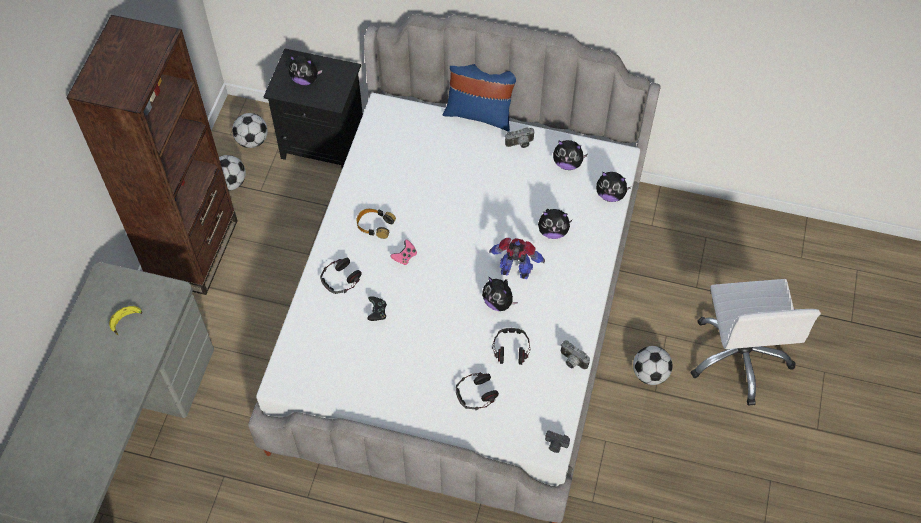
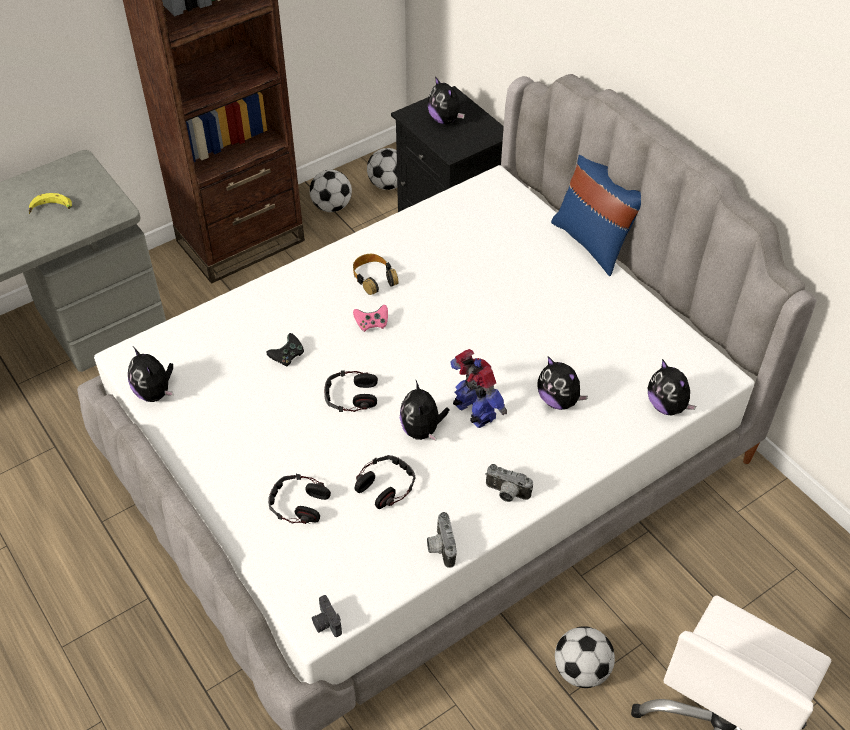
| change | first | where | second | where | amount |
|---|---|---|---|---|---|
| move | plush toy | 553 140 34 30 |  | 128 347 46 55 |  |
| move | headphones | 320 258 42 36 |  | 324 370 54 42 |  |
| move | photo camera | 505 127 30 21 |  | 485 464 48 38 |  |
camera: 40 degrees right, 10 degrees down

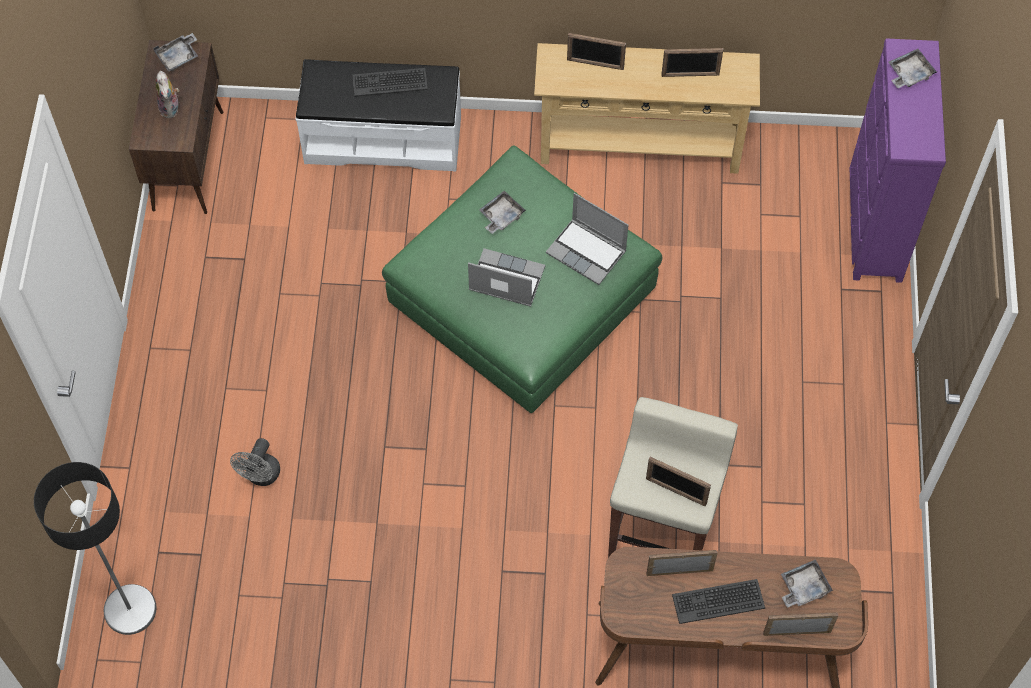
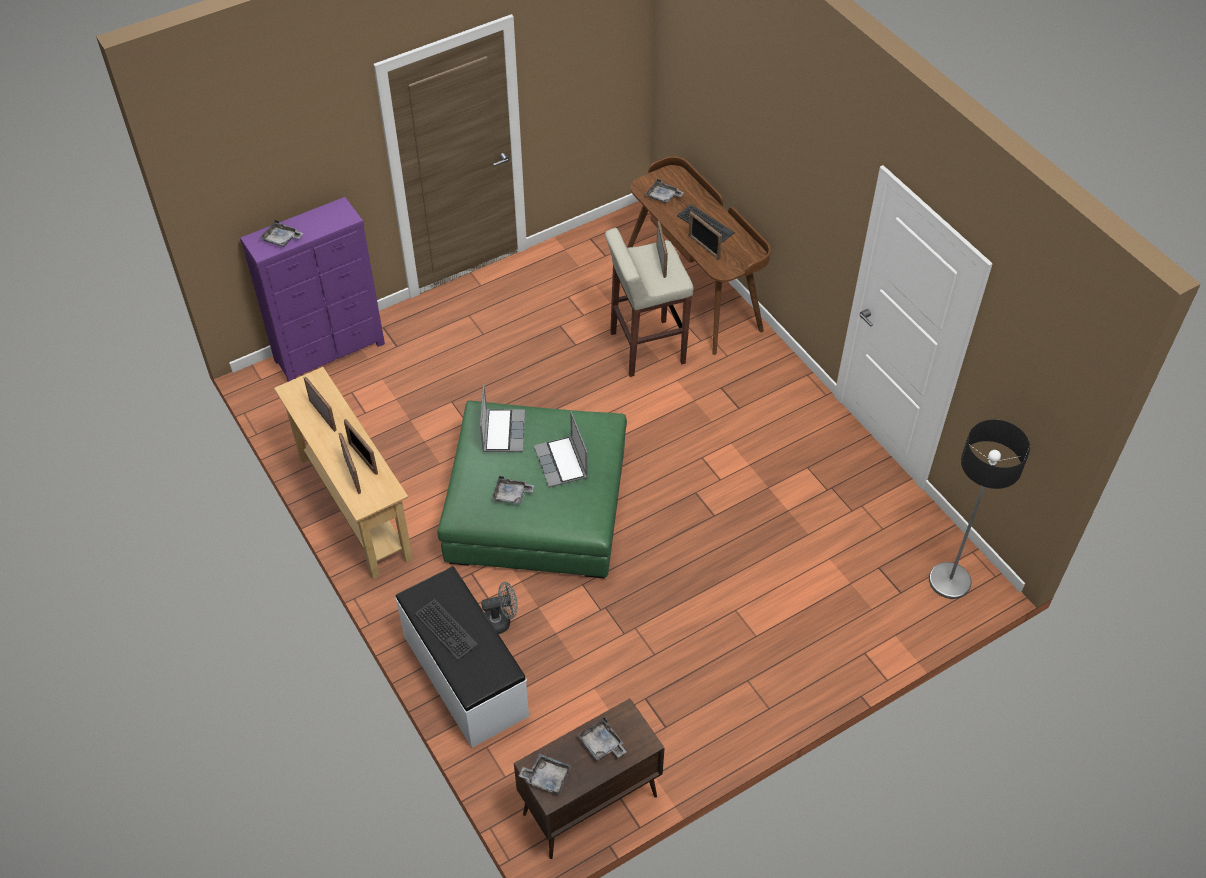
| change | first | where | second | where | amount |
|---|---|---|---|---|---|
| move | photo frame | 763 612 75 24 |  | 344 419 34 56 |  |
| move | electric fan (greyish) | 230 438 50 48 |  | 481 582 37 52 |  |
| replace | plush toy | 156 71 23 47 | tray (greyish) | 577 717 49 43 |  |
camera: 125 degrees left, 10 degrees down

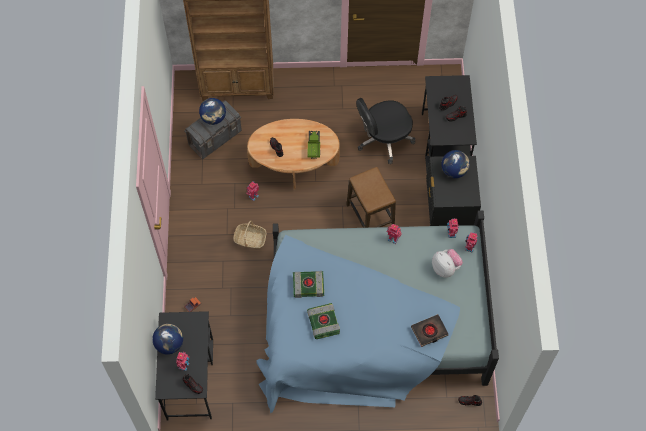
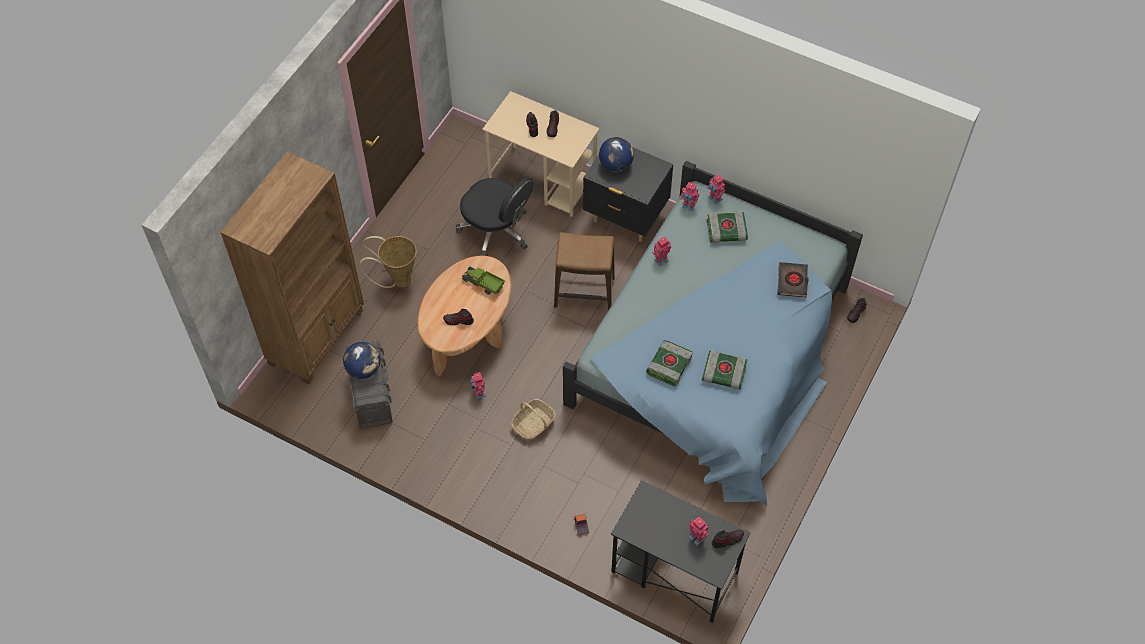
| change | first | where | second | where | amount |
|---|---|---|---|---|---|
| insert |  |  | household basket | 359 236 58 52 |  |
| rotate | office chair (black) | 356 98 60 66 |  | 456 176 77 80 | 60 degrees counterclockwise |
| recolor | desk (black) | 422 75 55 97 | desk (beige) | 482 91 118 126 |  |
| replace | plush toy | 432 249 31 29 | bound book | 707 211 41 32 |  |
| delete | world globe | 152 324 31 30 |  |  |  |
camera: 60 degrees left, 5 degrees down

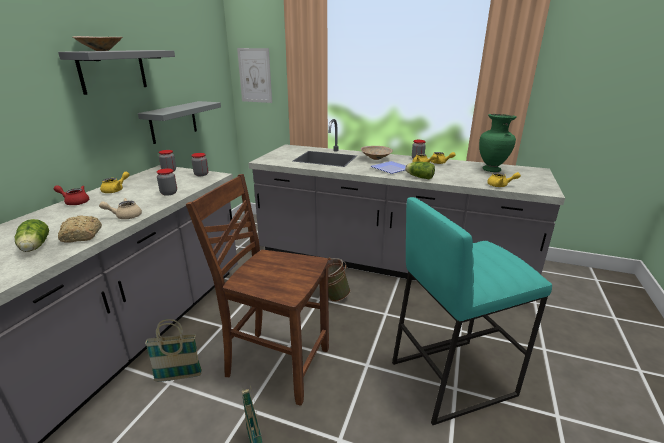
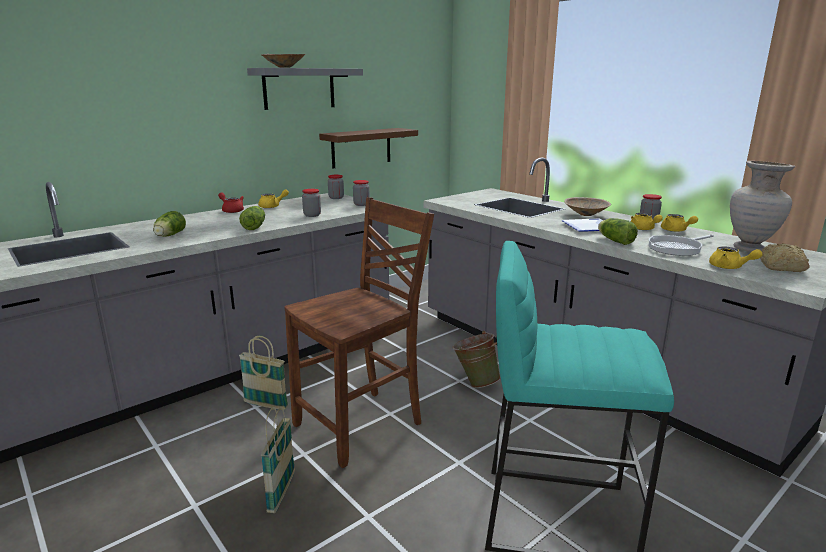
| change | first | where | second | where | amount |
|---|---|---|---|---|---|
| replace | teapot (beige) | 99 198 43 21 | lettuce | 239 206 26 24 |  |
| rotate | upright chair (brown) | 186 174 143 232 |  | 284 197 150 271 | 90 degrees clockwise |
| recolor | shelf (greyish) | 138 101 83 43 | shelf (brown) | 319 128 99 41 |  |
| insert |  |  | skillet | 649 234 65 22 |  |
| recolor | flower vase (green) | 479 114 38 58 | flower vase (beige) | 730 161 66 91 |  |
| move | baked bread | 58 216 44 27 |  | 760 243 50 29 |  |
| delete | wall picture | 237 48 35 55 |  |  |  |
camera: 30 degrees right, 5 degrees down

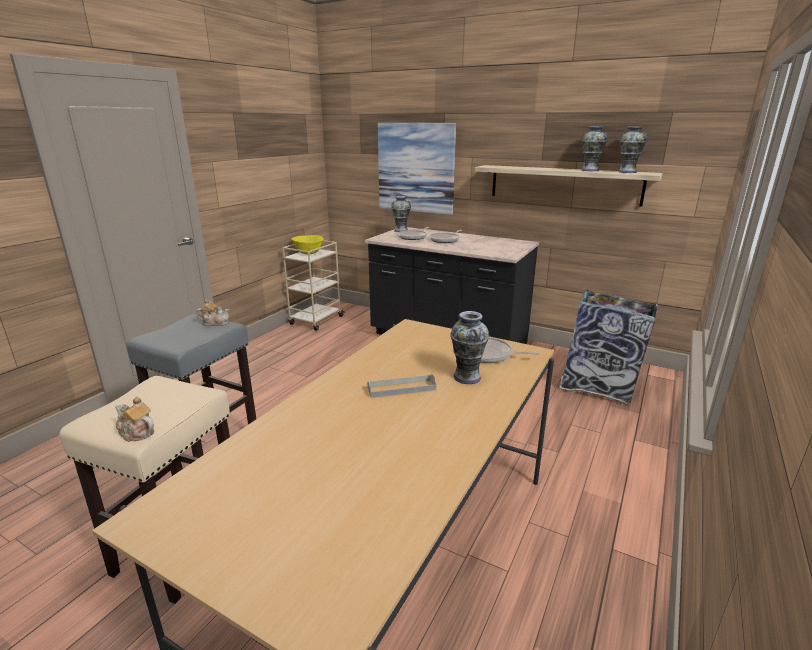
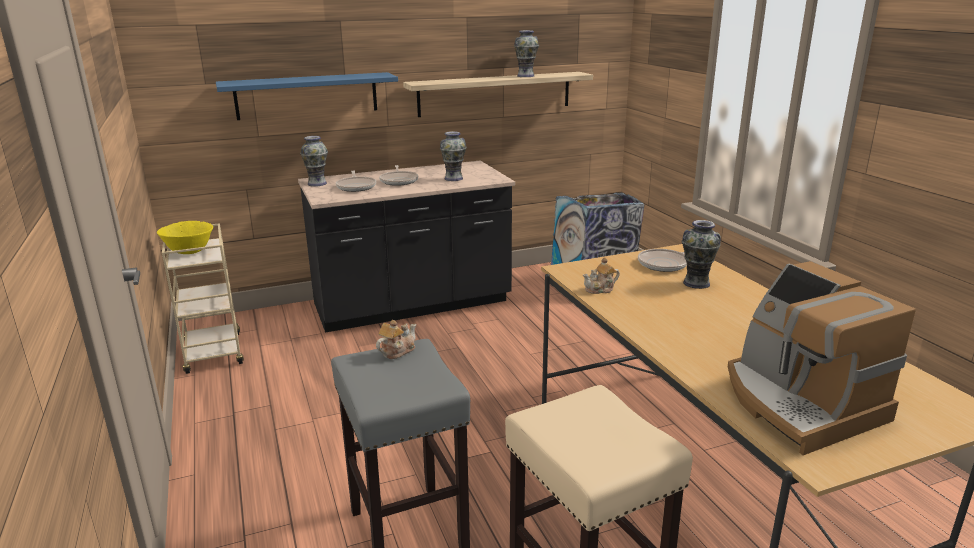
| change | first | where | second | where | amount |
|---|---|---|---|---|---|
| replace | wall picture | 378 123 78 92 | shelf (bluish) | 216 72 182 48 |  |
| move | flower vase | 618 127 29 46 |  | 440 131 27 50 |  |
| move | teapot | 115 397 39 45 |  | 583 257 37 37 |  |
| insert |  |  | coffee brewer | 728 261 188 194 |  |
| delete | tray (greyish) | 367 374 69 24 |  |  |  |
camera: 50 degrees left, 0 degrees up

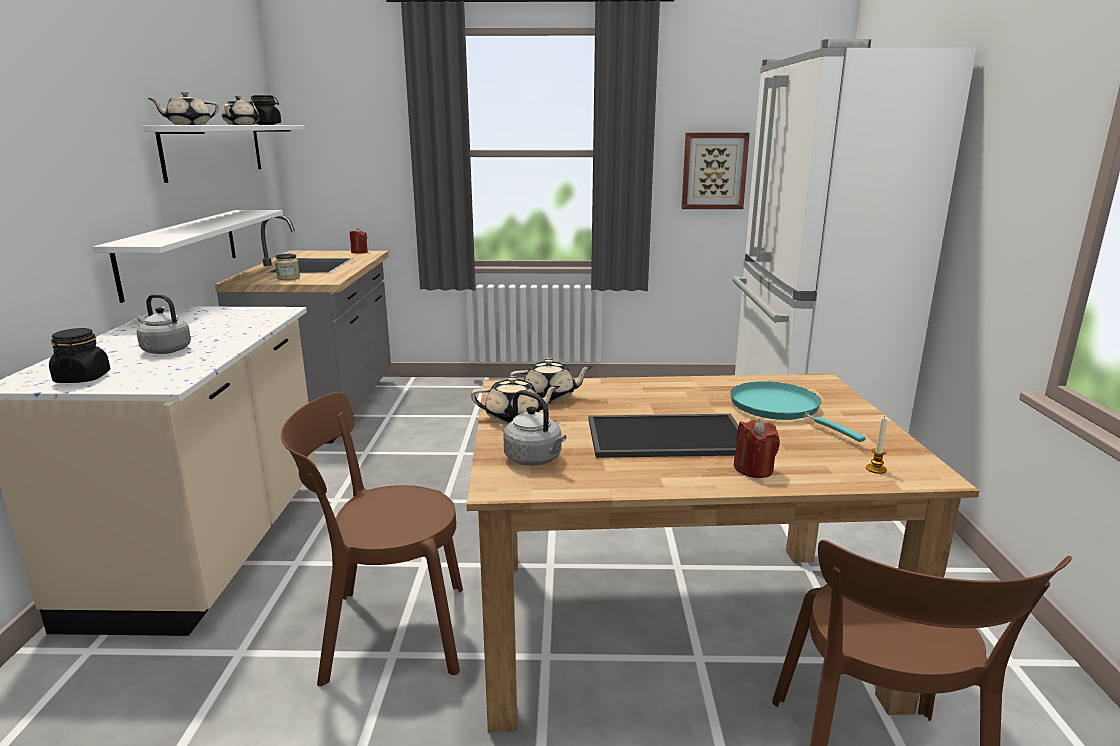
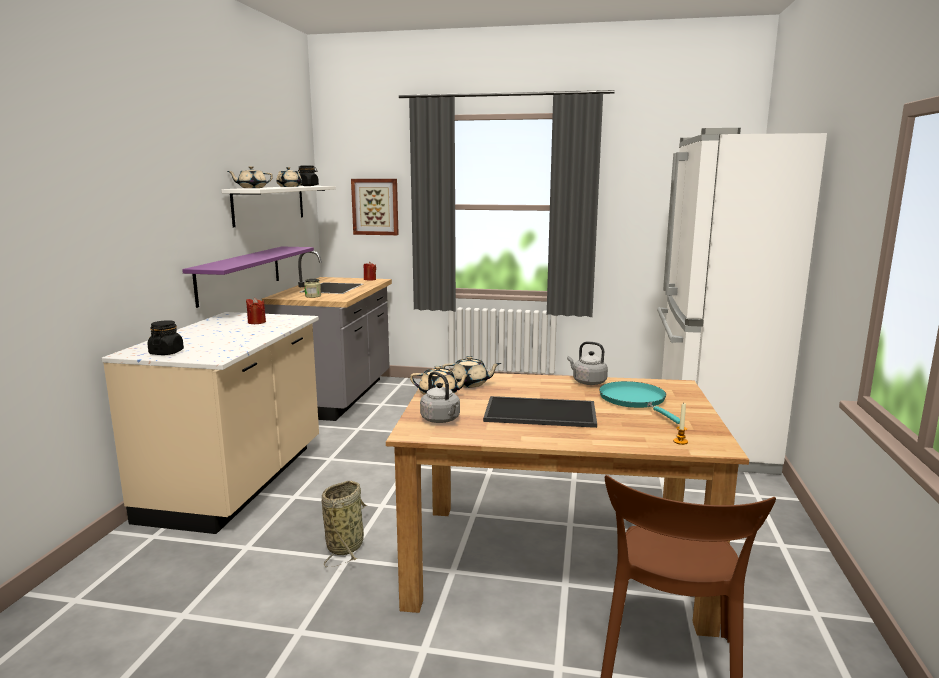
| change | first | where | second | where | amount |
|---|---|---|---|---|---|
| recolor | shelf (white) | 93 210 190 93 | shelf (purple) | 182 246 132 62 |  |
| move | wax candle (red) | 734 419 46 59 |  | 246 297 20 27 |  |
| replace | upright chair (brown) | 281 392 182 294 | household basket | 321 480 46 87 |  |
| move | wall picture | 681 133 69 76 |  | 351 179 48 56 |  |
| move | water kettle (greyish) | 137 294 54 60 |  | 567 341 41 44 |  |
camera: 10 degrees right, 5 degrees down

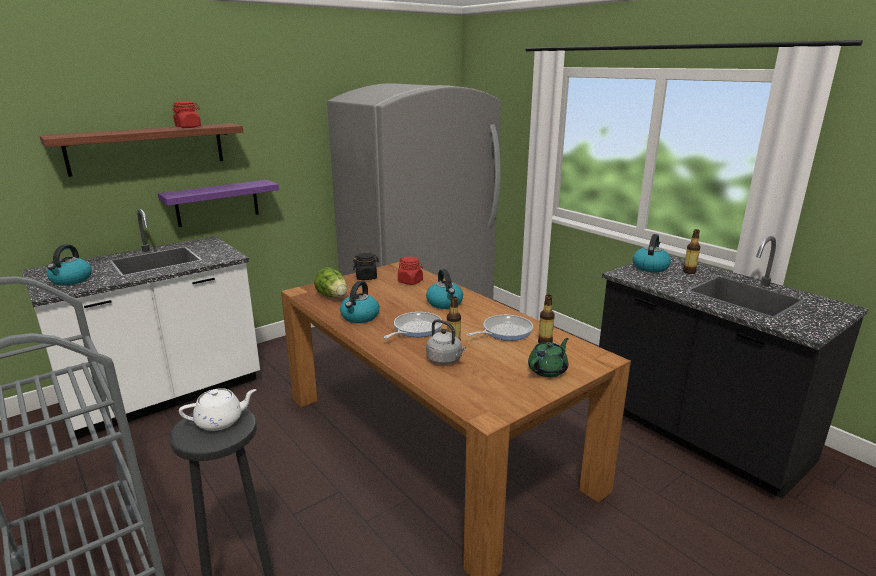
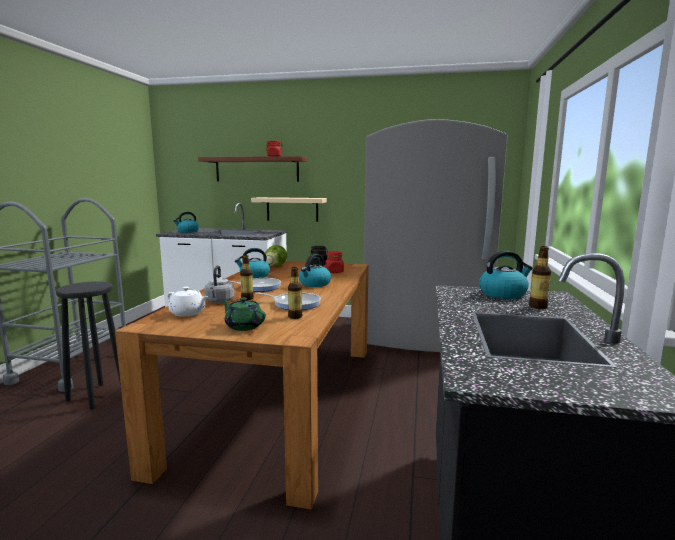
| change | first | where | second | where | amount |
|---|---|---|---|---|---|
| move | teapot (white) | 179 388 78 43 |  | 168 287 40 29 |  |
| rotate | teapot (green) | 528 338 41 39 |  | 221 298 45 33 | 150 degrees counterclockwise |
| recolor | shelf (purple) | 158 180 121 47 | shelf (beige) | 251 197 76 25 |  |
camera: 50 degrees right, 10 degrees down

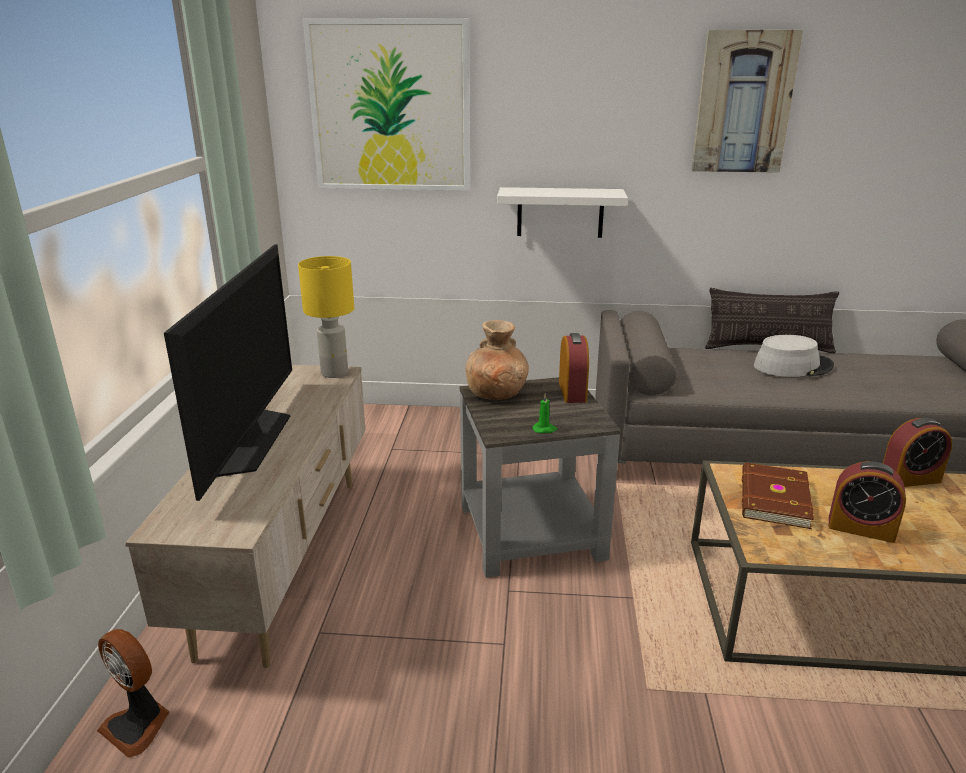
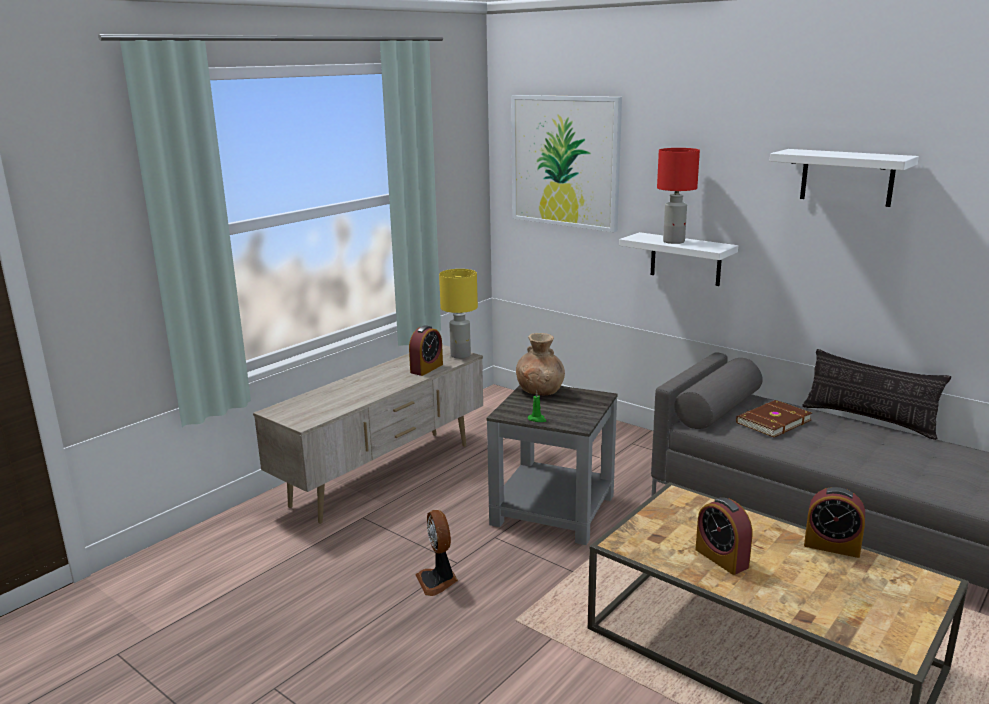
| change | first | where | second | where | amount |
|---|---|---|---|---|---|
| move | alarm clock | 559 333 30 70 |  | 409 325 34 51 |  |
| move | electric fan | 97 629 72 129 |  | 415 510 43 86 |  |
| insert |  |  | tabletop lamp (red) | 657 148 43 96 |  |
| move | bound book (brown) | 742 463 72 66 |  | 736 400 76 38 |  |
| replace | wall picture | 691 30 112 143 | shelf (white) | 769 149 150 58 |  |
| delete | TV set | 164 244 128 257 |  |  |  |
| delete | clothing hat (greyish) | 754 335 80 42 |  |  |  |
camera: 35 degrees right, 5 degrees down

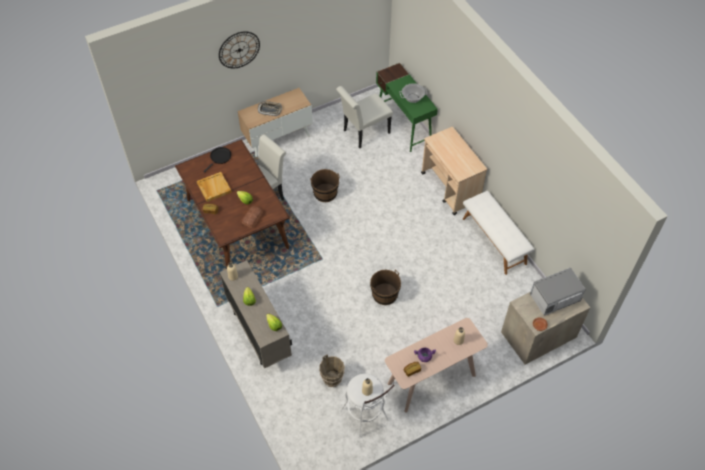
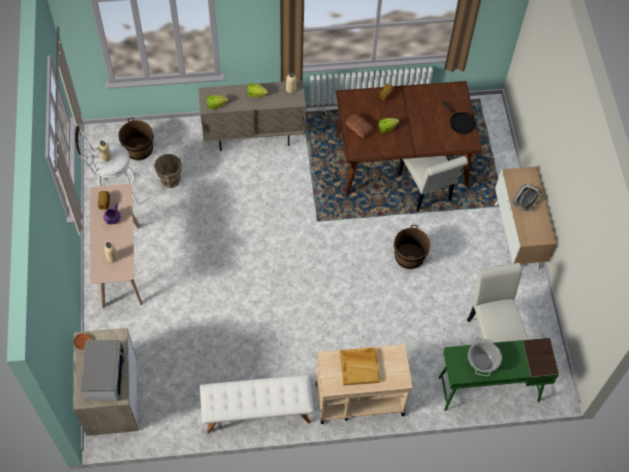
| change | first | where | second | where | amount |
|---|---|---|---|---|---|
| move | pail (brown) | 370 270 31 35 |  | 118 117 35 43 |  |
| move | tray (beige) | 197 172 35 30 |  | 340 348 40 38 |  |
| delete | wall clock | 219 31 41 37 |  |  |  |
camera: 110 degrees right, 5 degrees up

